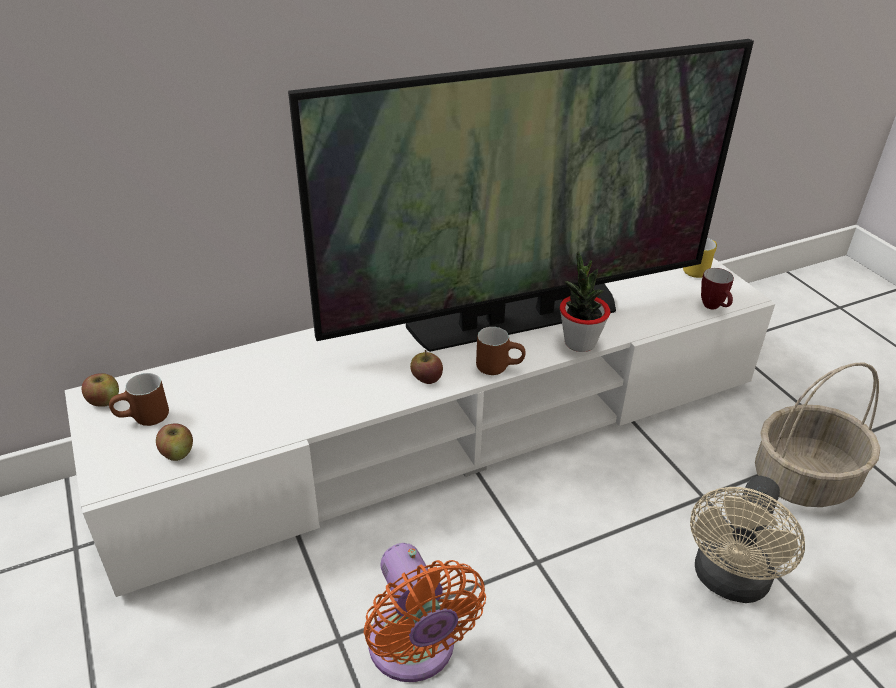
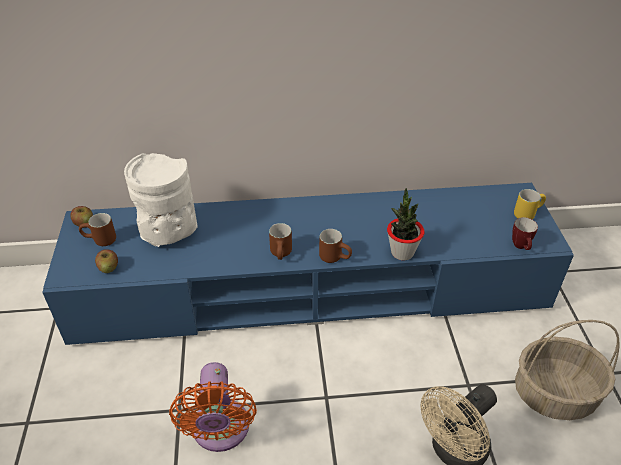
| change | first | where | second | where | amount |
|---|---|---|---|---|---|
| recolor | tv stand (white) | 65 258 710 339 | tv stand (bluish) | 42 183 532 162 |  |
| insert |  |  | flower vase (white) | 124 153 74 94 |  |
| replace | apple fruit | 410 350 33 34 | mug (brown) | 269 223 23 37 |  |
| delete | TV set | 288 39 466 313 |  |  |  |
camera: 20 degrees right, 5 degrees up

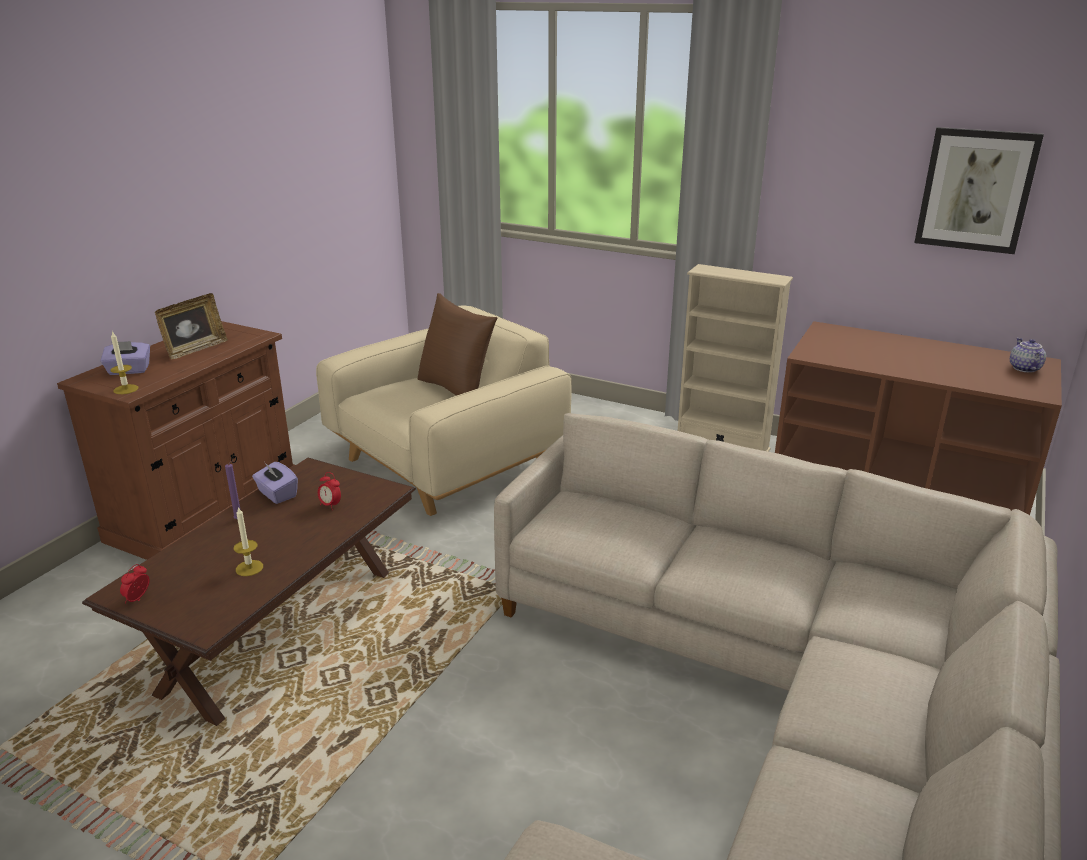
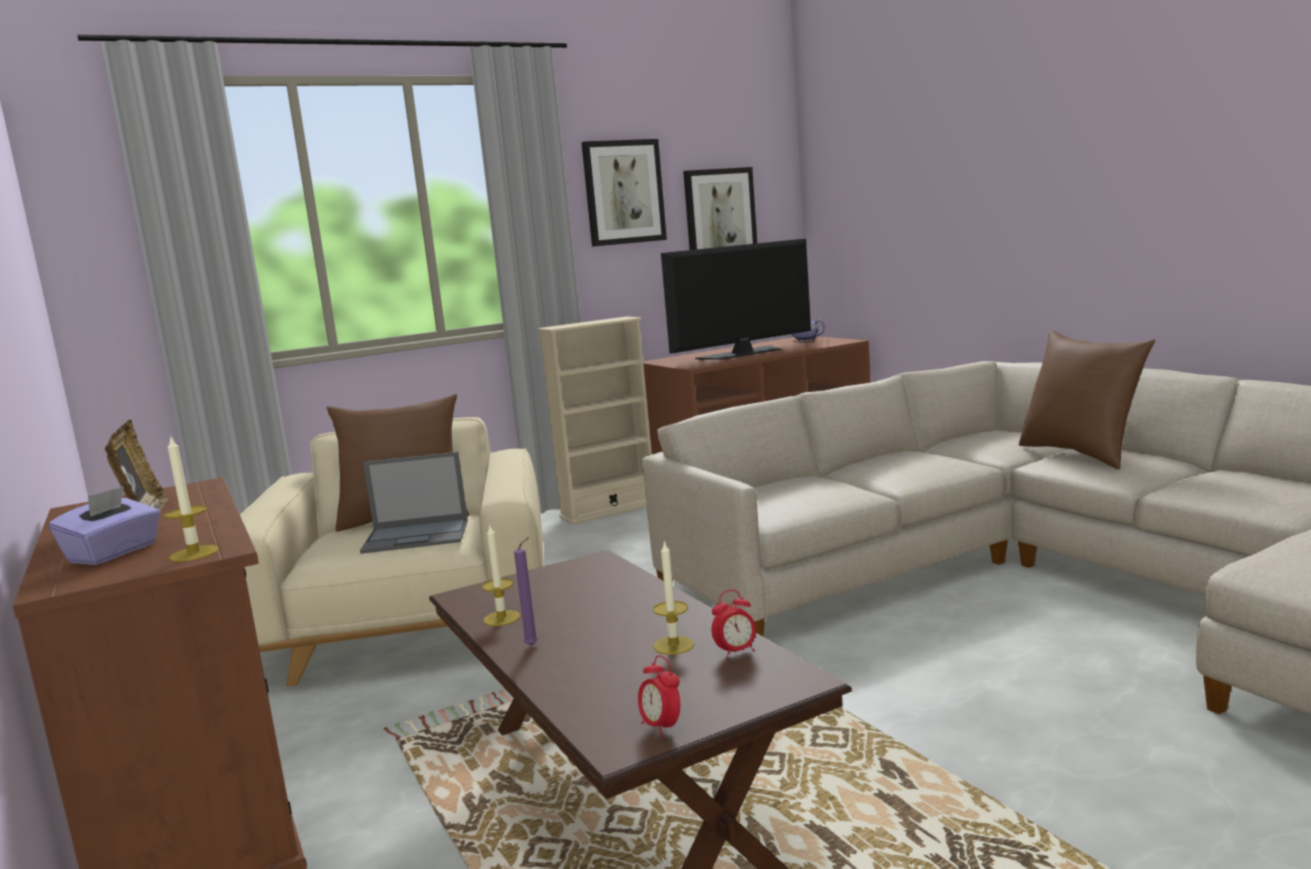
| change | first | where | second | where | amount |
|---|---|---|---|---|---|
| insert |  |  | notebook computer | 360 452 108 102 |  |
| replace | tissue holder (purple) | 252 462 46 42 | wax candle | 482 524 38 102 |  |
| insert |  |  | wall picture | 581 139 86 108 |  |
| insert |  |  | TV set | 661 238 150 122 |  |
| move | alarm clock | 318 472 23 38 |  | 712 590 44 69 |  |
| insert |  |  | throw pillow (brown) | 1019 331 136 138 |  |
camera: 55 degrees left, 15 degrees down

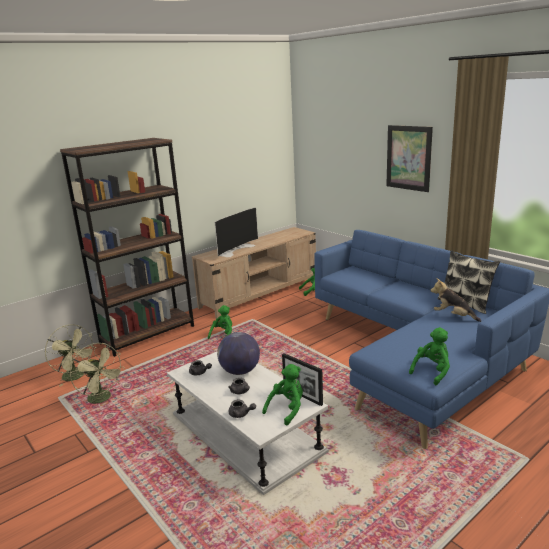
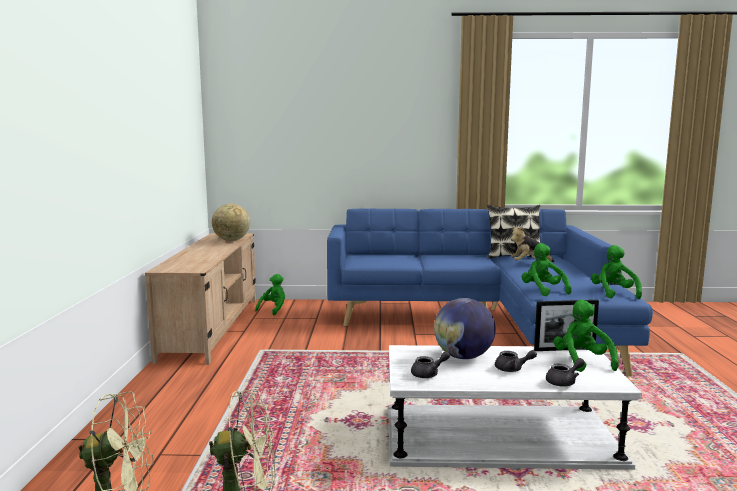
| change | first | where | second | where | amount |
|---|---|---|---|---|---|
| insert |  |  | world globe | 212 204 38 37 |  |
| move | plush toy (green) | 208 305 24 34 |  | 522 243 50 53 |  |
| delete | bookcase (brown) | 60 138 134 219 |  |  |  |
| delete | TV set | 215 207 43 50 |  |  |  |
| delete | wall picture | 386 125 47 67 |  |  |  |
camera: 50 degrees left, 10 degrees down

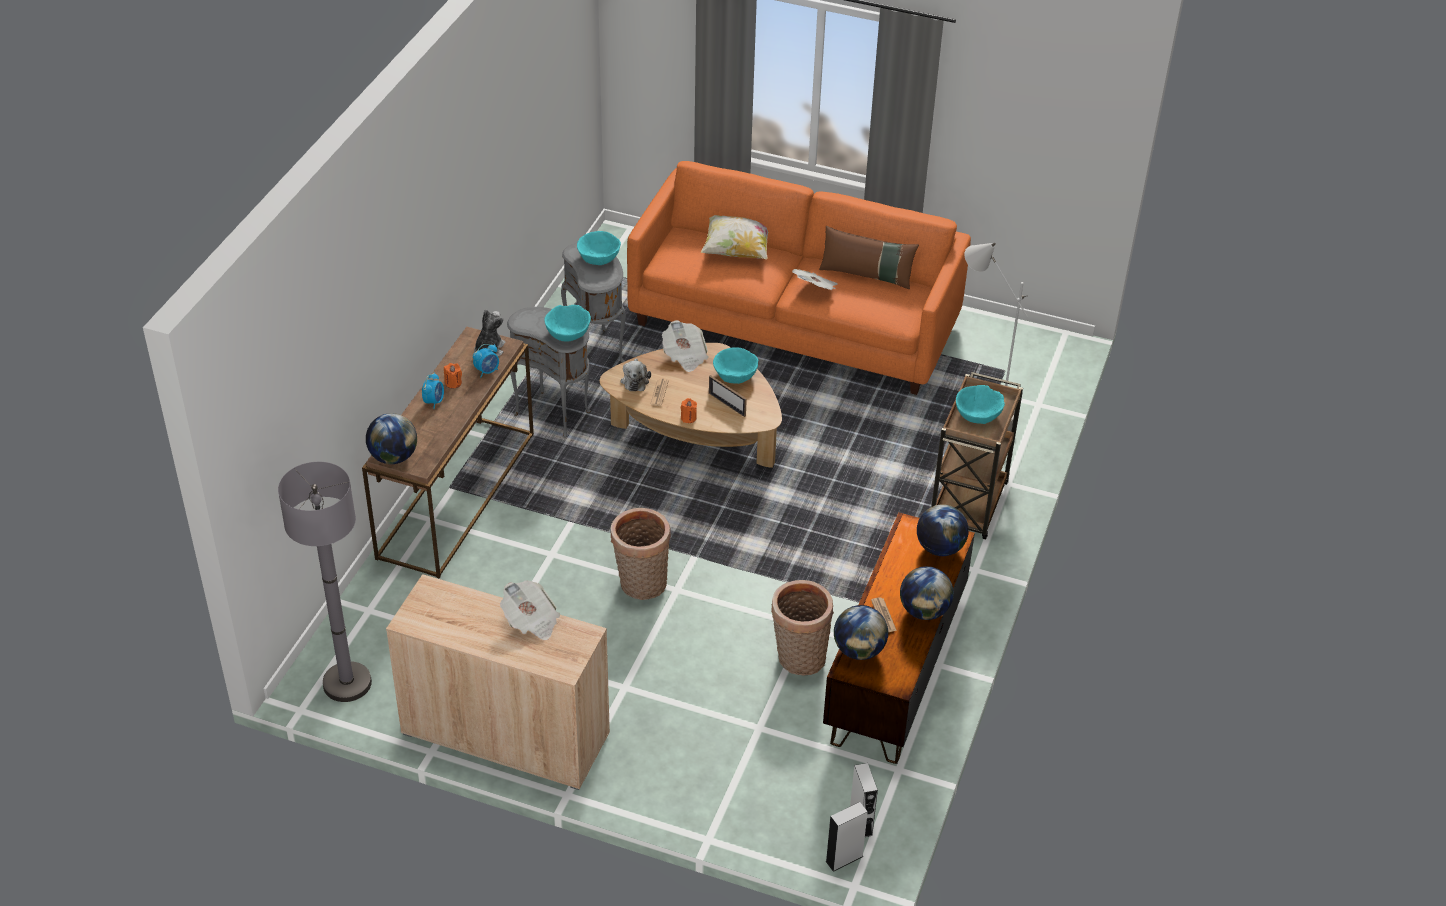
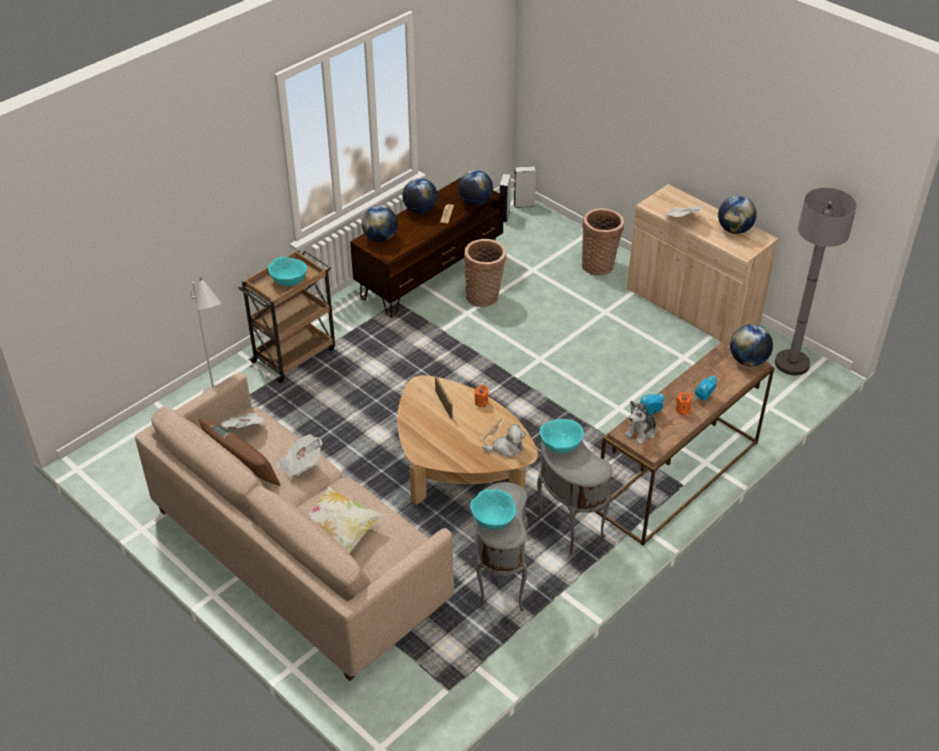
| change | first | where | second | where | amount |
|---|---|---|---|---|---|
| recolor | couch (orangey) | 627 161 344 234 | couch (beige) | 135 372 319 309 |  |
| move | daily paper | 662 320 47 52 |  | 221 413 44 15 |  |
| rotate | plush toy | 621 358 30 33 |  | 483 424 43 34 | 60 degrees clockwise |
| move | household basket | 611 508 60 92 |  | 582 208 42 68 |  |
| insert |  |  | world globe | 718 196 39 38 |  |
| delete | deep dish (turquoise-coloured) | 713 347 45 37 |  |  |  |
camera: 155 degrees left, 0 degrees up

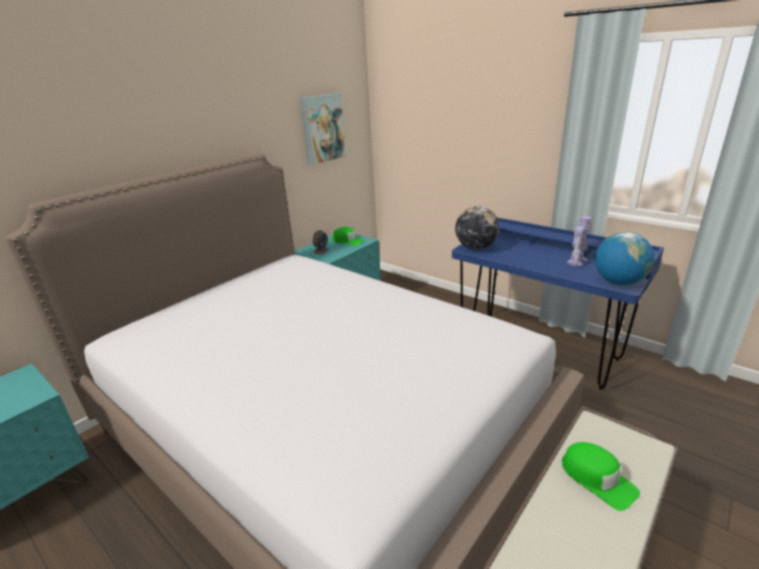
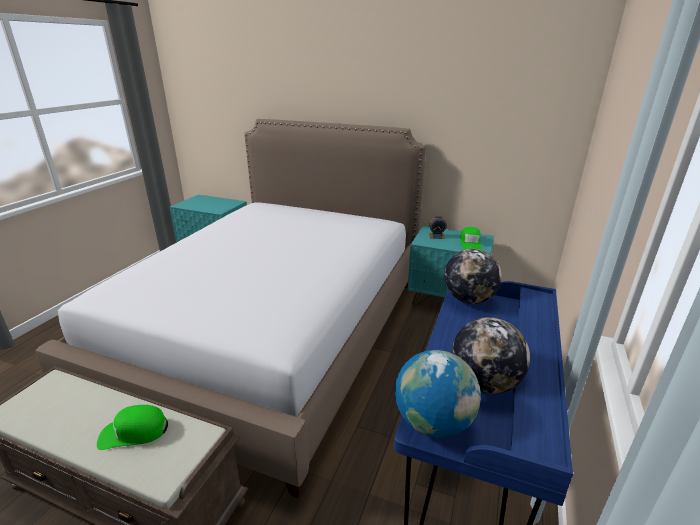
| change | first | where | second | where | amount |
|---|---|---|---|---|---|
| rotate | peaked cap (green) | 562 442 78 69 |  | 97 405 71 45 | 45 degrees clockwise |
| replace | toy robot | 567 216 25 50 | world globe | 452 317 78 77 |  |
| delete | wall picture | 300 93 46 72 |  |  |  |
camera: 70 degrees right, 0 degrees up

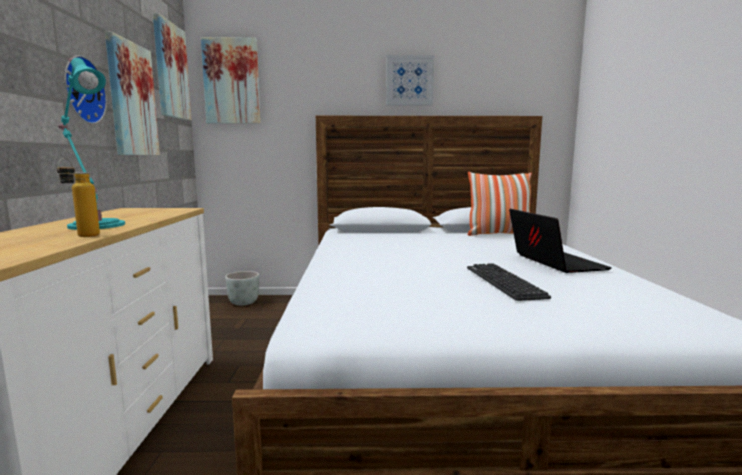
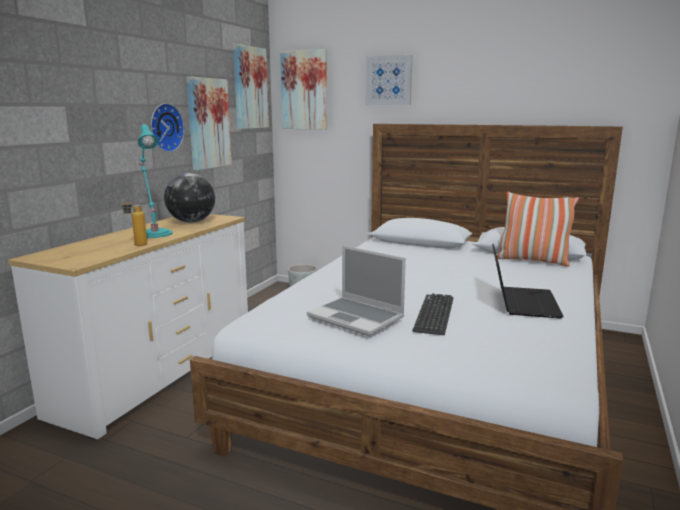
| change | first | where | second | where | amount |
|---|---|---|---|---|---|
| insert |  |  | world globe | 164 173 51 50 |  |
| insert |  |  | notebook computer | 307 245 99 91 |  |
| move | wall picture | 386 55 48 50 |  | 366 55 46 50 |  |
camera: 25 degrees right, 5 degrees up

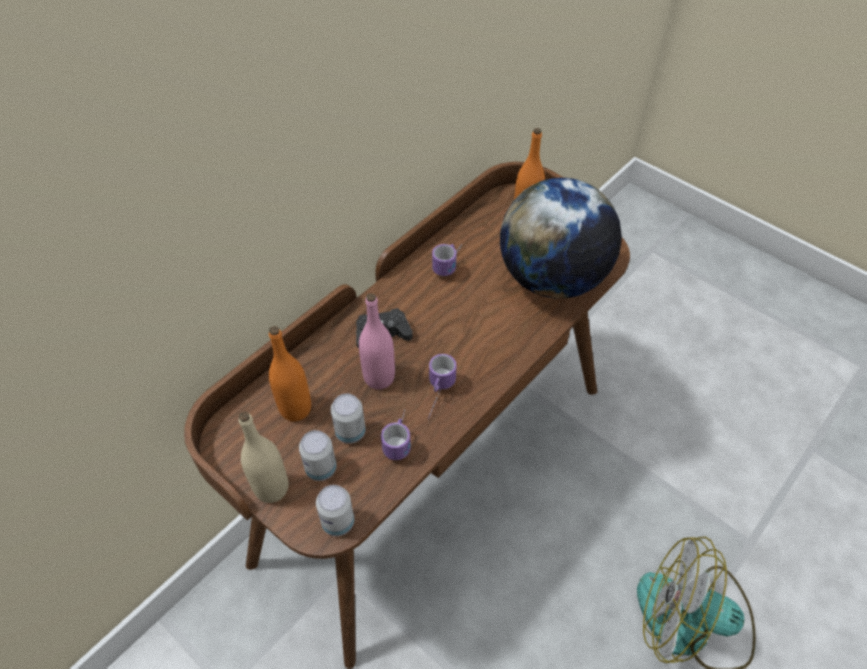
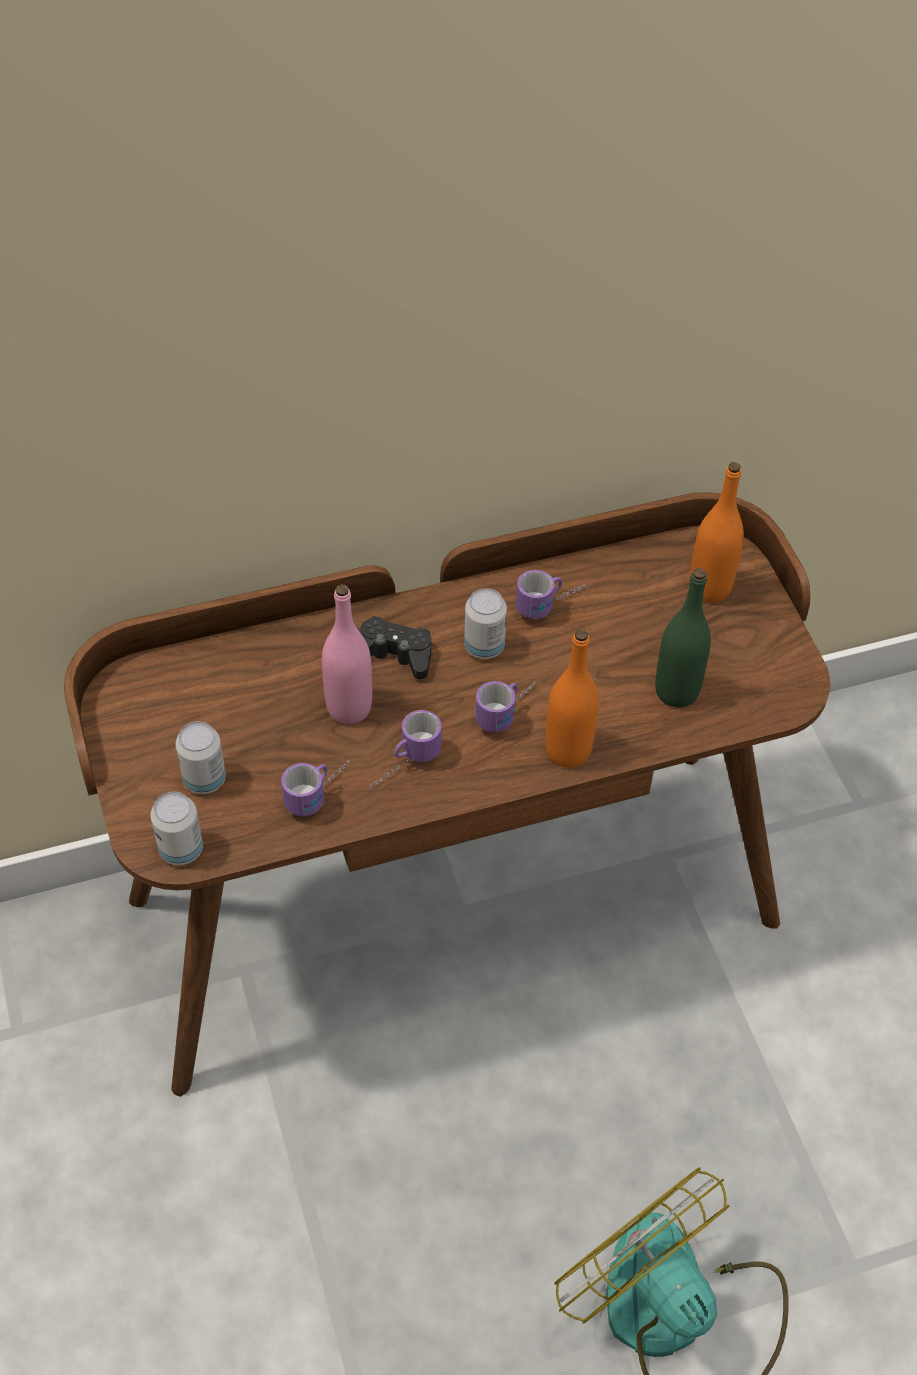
| change | first | where | second | where | amount |
|---|---|---|---|---|---|
| move | sealed can | 331 393 35 51 |  | 464 588 43 71 |  |
| insert |  |  | mug | 475 681 61 51 |  |
| move | drink bottle (orangey) | 269 326 42 95 |  | 545 629 54 139 |  |
| replace | world globe | 500 178 122 121 | drink bottle (green) | 655 568 56 139 |  |
| delete | drink bottle (beige) | 238 411 50 92 |  |  |  |
camera: 30 degrees right, 0 degrees up

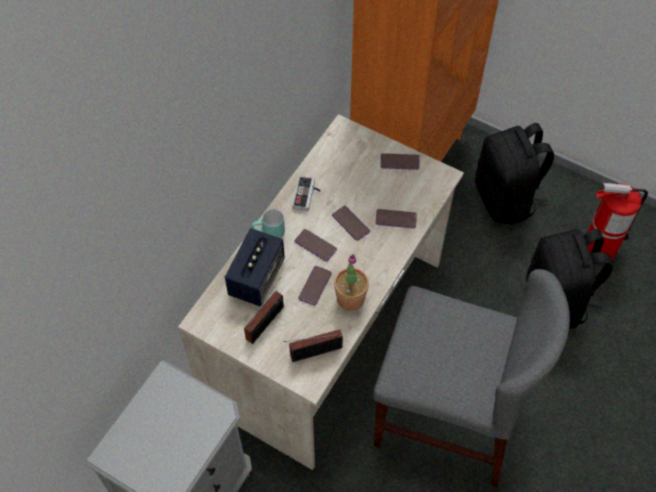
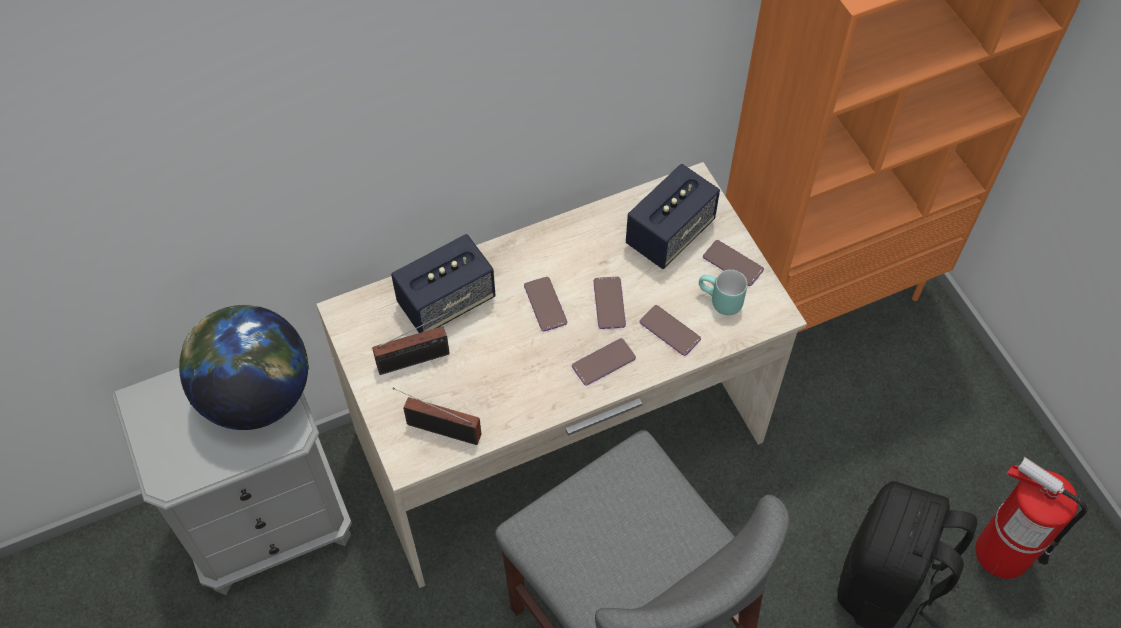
| change | first | where | second | where | amount |
|---|---|---|---|---|---|
| insert |  |  | world globe | 179 305 130 125 |  |
| move | phone | 298 266 34 40 |  | 572 338 64 48 |  |
| insert |  |  | loudspeaker | 626 164 94 105 |  |
| move | mug (turquoise-coloured) | 251 209 34 29 |  | 699 270 48 45 |  |
| delete | game controller | 293 176 28 35 |  |  |  |
| delete | houseplant | 334 254 35 57 |  |  |  |
| delete | rucksack (black) | 475 123 79 102 |  |  |  |
camera: 35 degrees right, 0 degrees up

